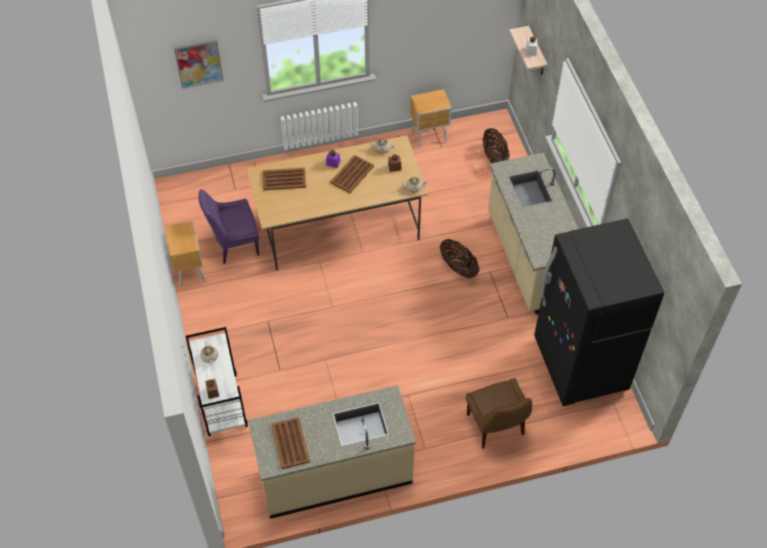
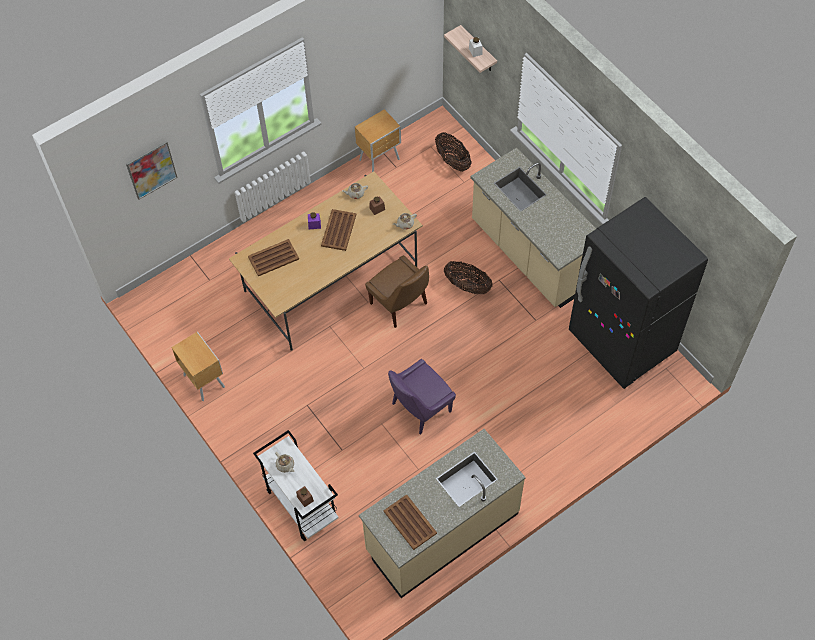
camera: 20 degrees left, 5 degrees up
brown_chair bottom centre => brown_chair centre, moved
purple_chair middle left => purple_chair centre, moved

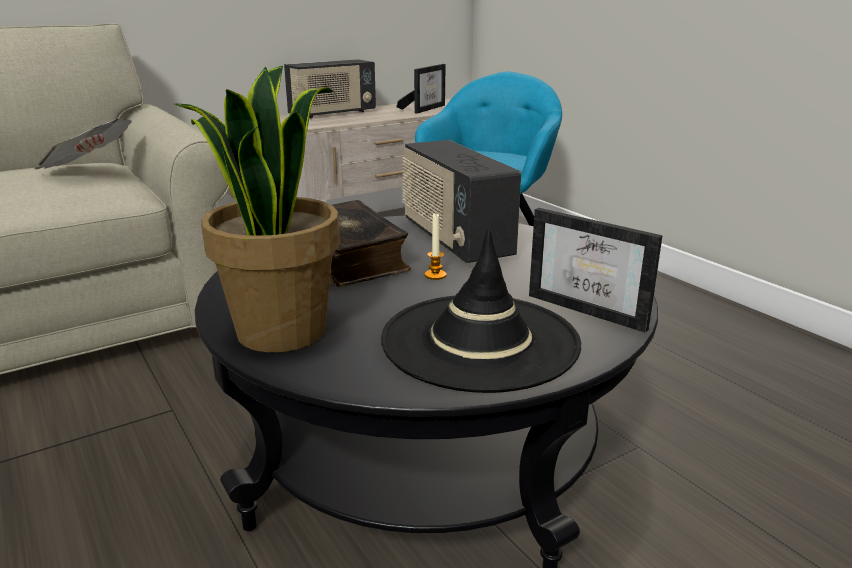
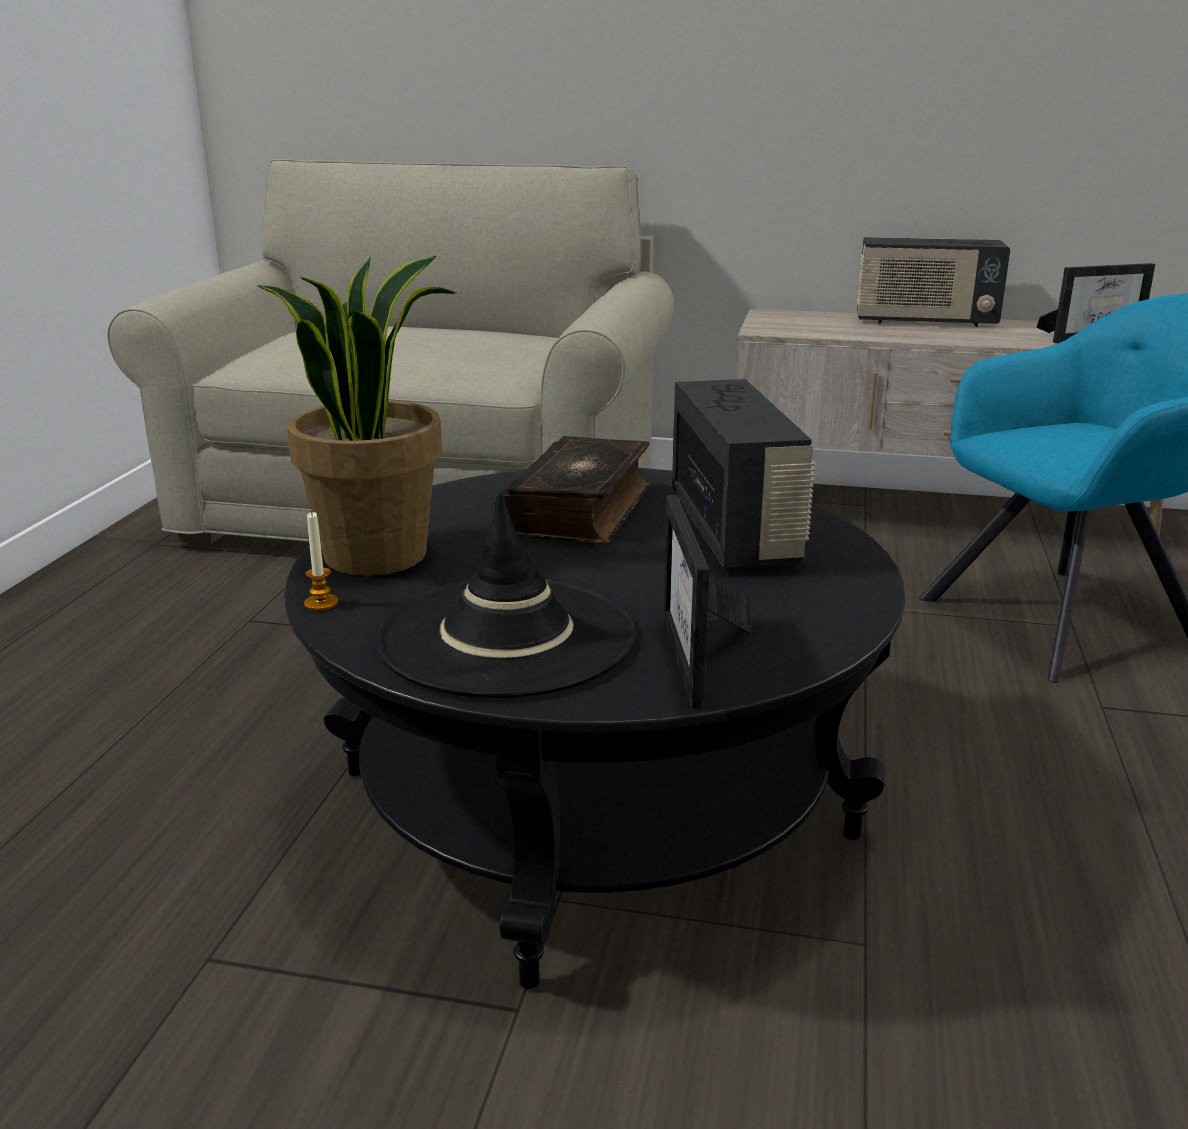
camera: 45 degrees right, 0 degrees up
candle centre => candle middle left, moved
radio (2nd from left in the first image) centre => radio (1st from left) centre, 150 degrees clockwise
newspaper top left => nothing

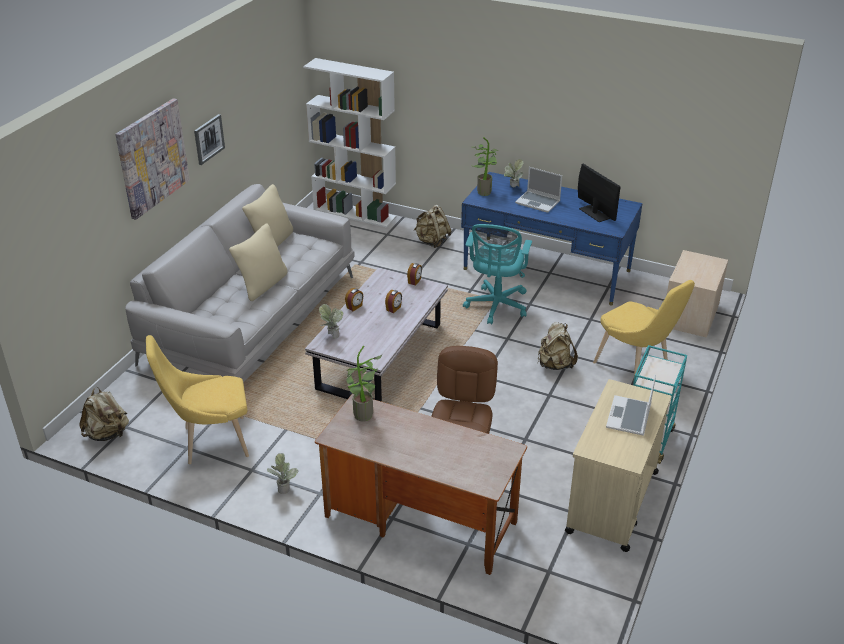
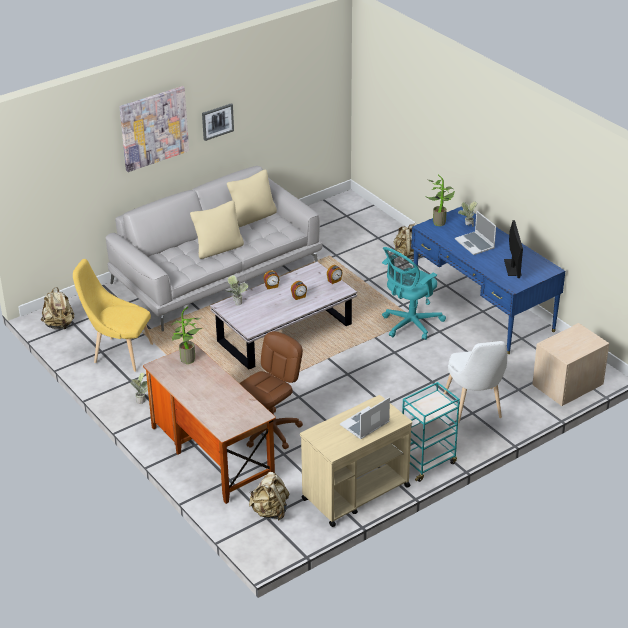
camera: 30 degrees right, 0 degrees up
beige_backpack (3rd from left in the first image) centre => beige_backpack (2nd from left) bottom centre, moved
yellow_chair (2nd from left) middle right => white_chair middle right
white_bookcase top centre => nothing

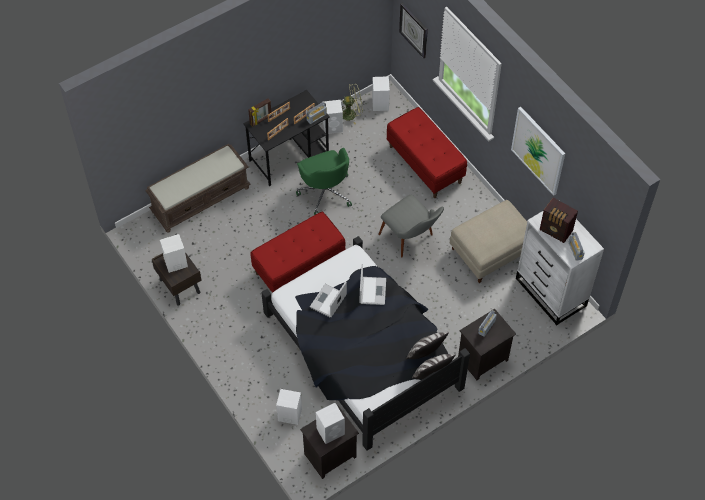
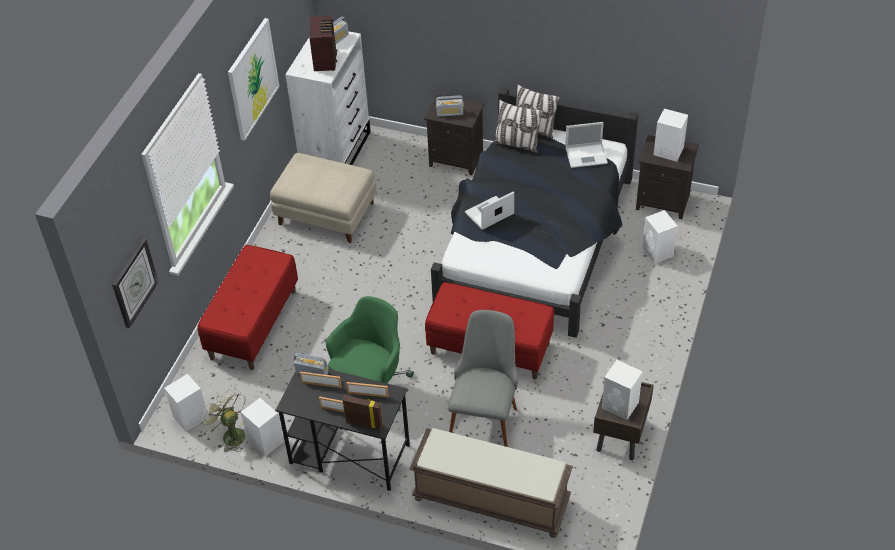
camera: 125 degrees left, 10 degrees down
grey_chair centre => grey_chair bottom centre, moved
laptop (1st from left in the first image) centre => laptop (2nd from left) top centre, moved

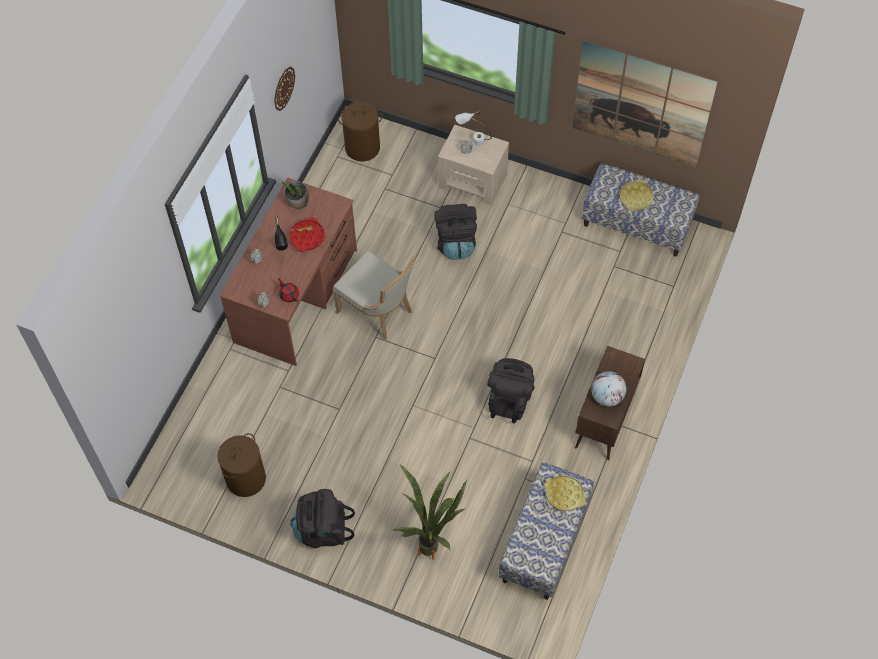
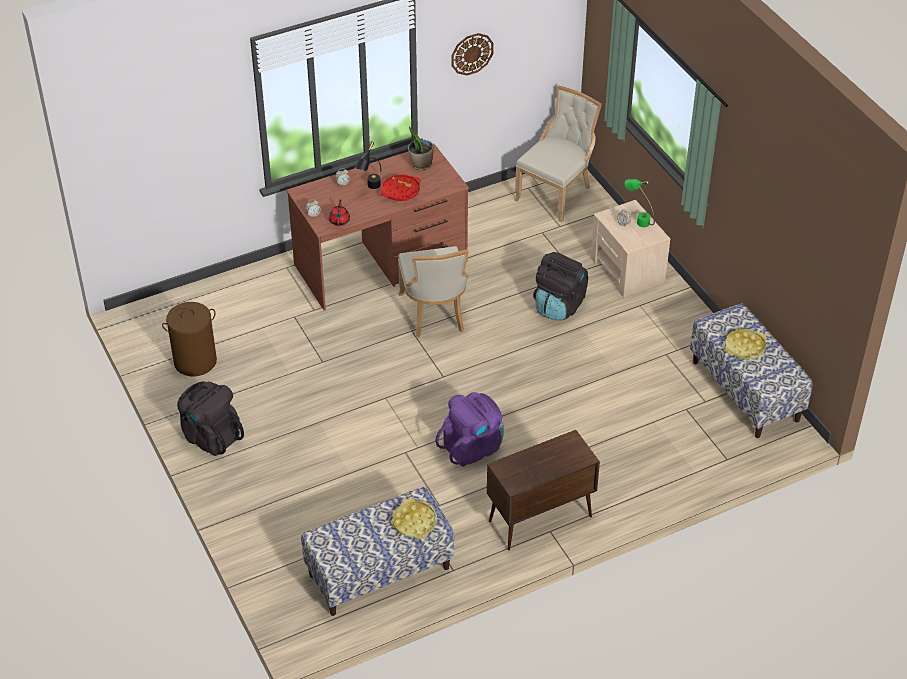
camera: 40 degrees right, 15 degrees down
black_backpack (3rd from left) centre => purple_backpack centre
brown_laundry_basket (2nd from left) top centre => beige_chair (2nd from left) top centre
white_table_lamp top centre => green_table_lamp top right
potted_plant (2nd from left) bottom centre => nothing
picture top right => nothing
globe middle right => nothing

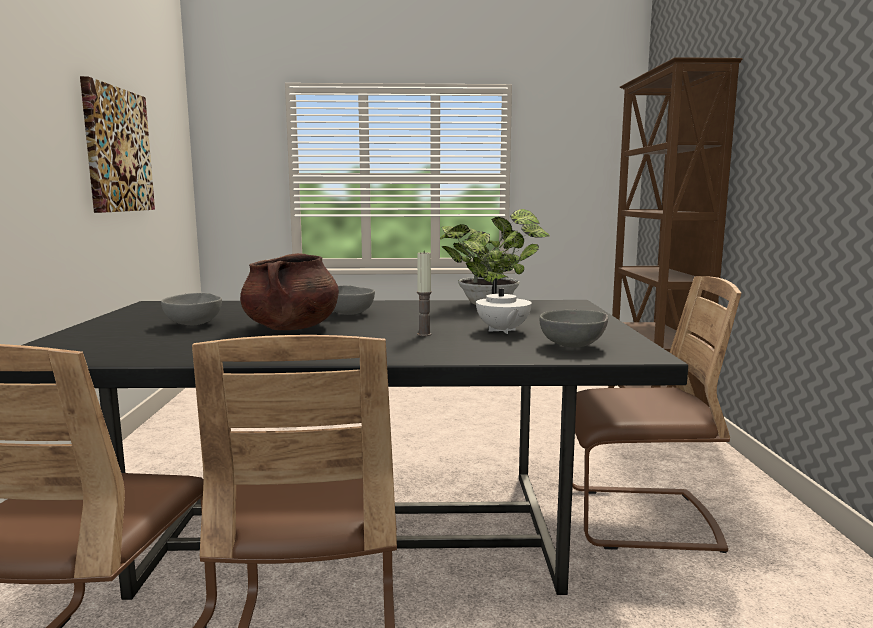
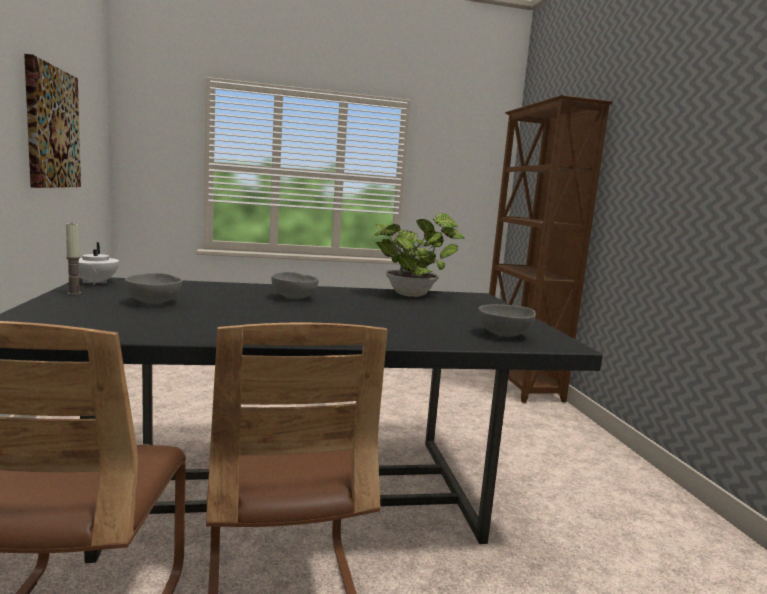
camera: 10 degrees left, 0 degrees up
candle centre => candle middle left, moved
white_teapot centre => white_teapot middle left, moved
brown_cooking_pot middle left => nothing
brown_chair (3rd from left) middle right => nothing

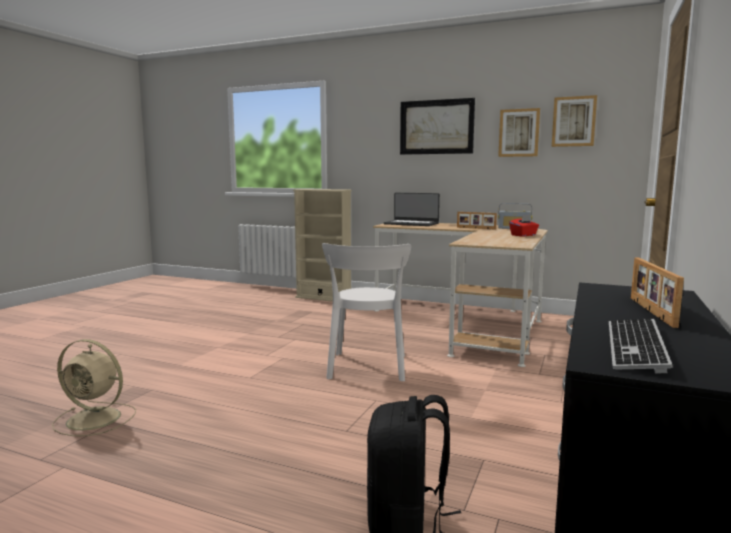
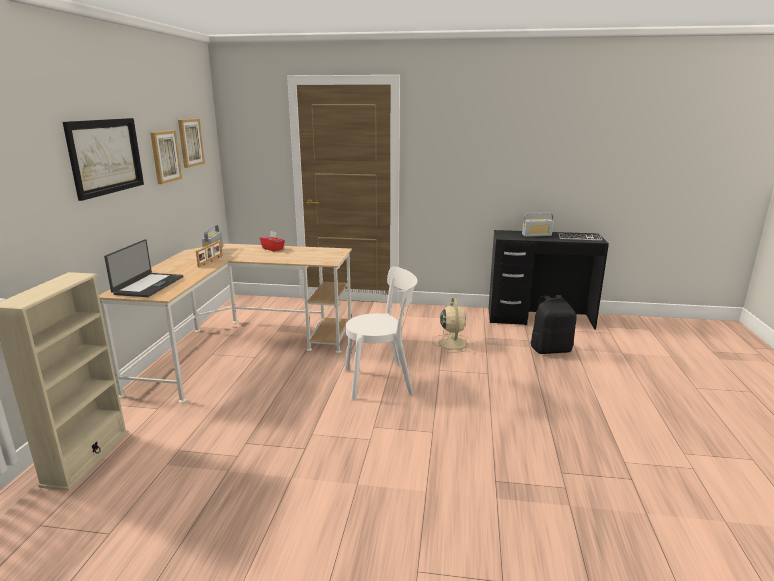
camera: 105 degrees left, 10 degrees up
beige_fan bottom left => beige_fan centre, moved
picture_frame (2nd from left) middle right => radio (2nd from left) middle right

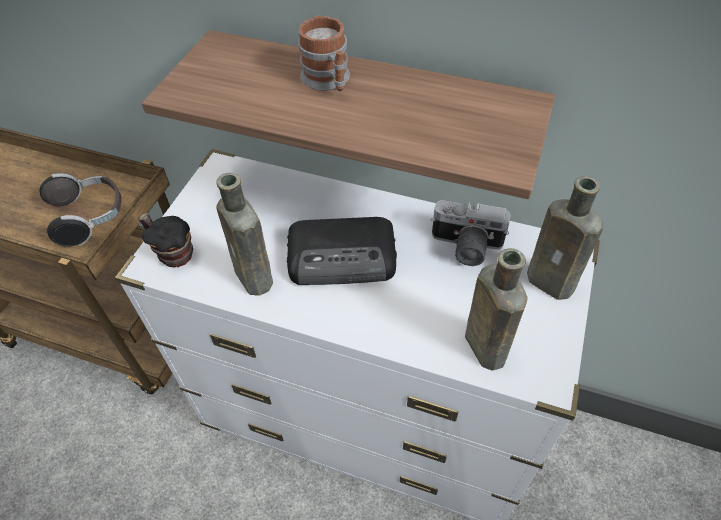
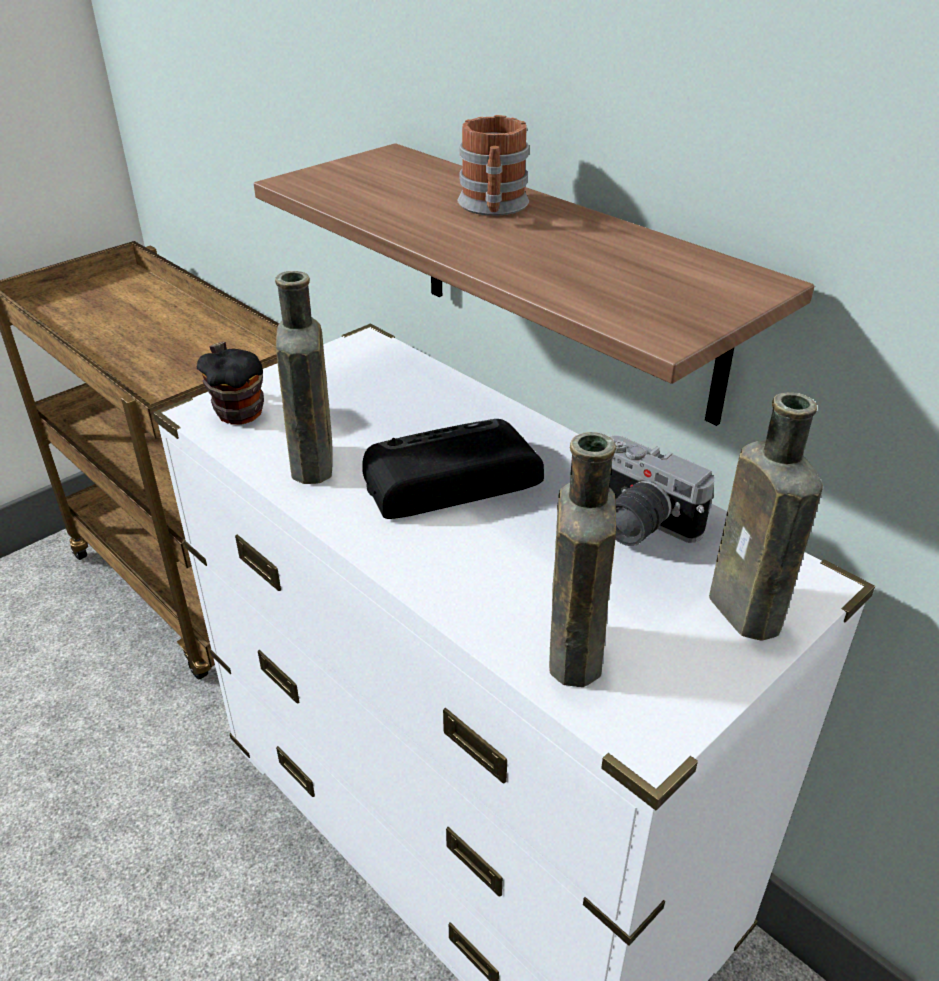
camera: 25 degrees right, 15 degrees down
radio centre, 135 degrees clockwise
headphones middle left => nothing

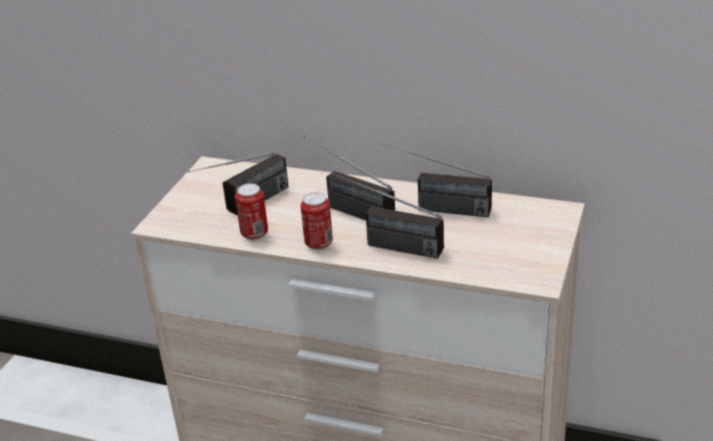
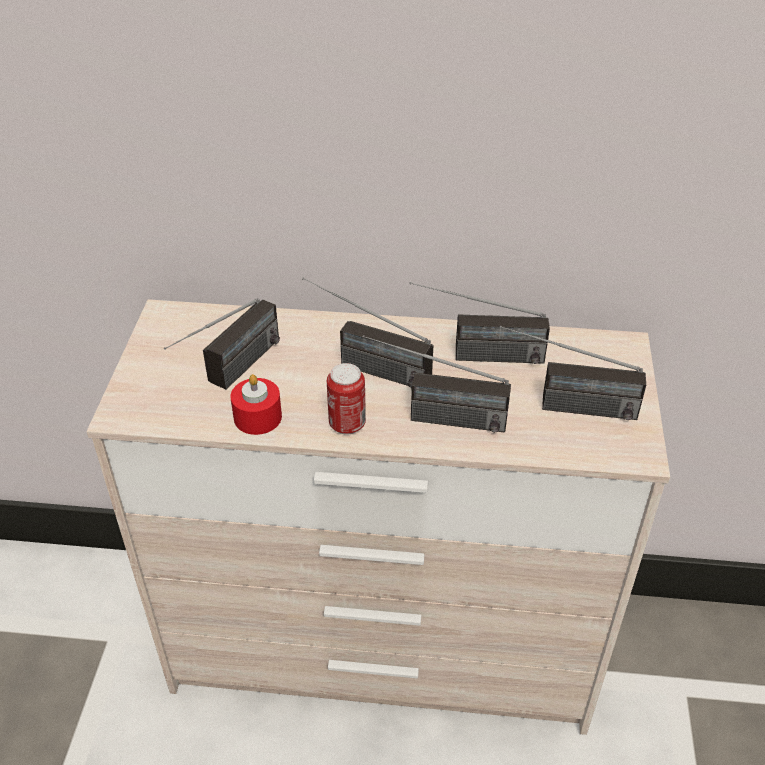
camera: 15 degrees left, 10 degrees up
can (1st from left) centre => red_candle centre
nothing => radio (5th from left) middle right

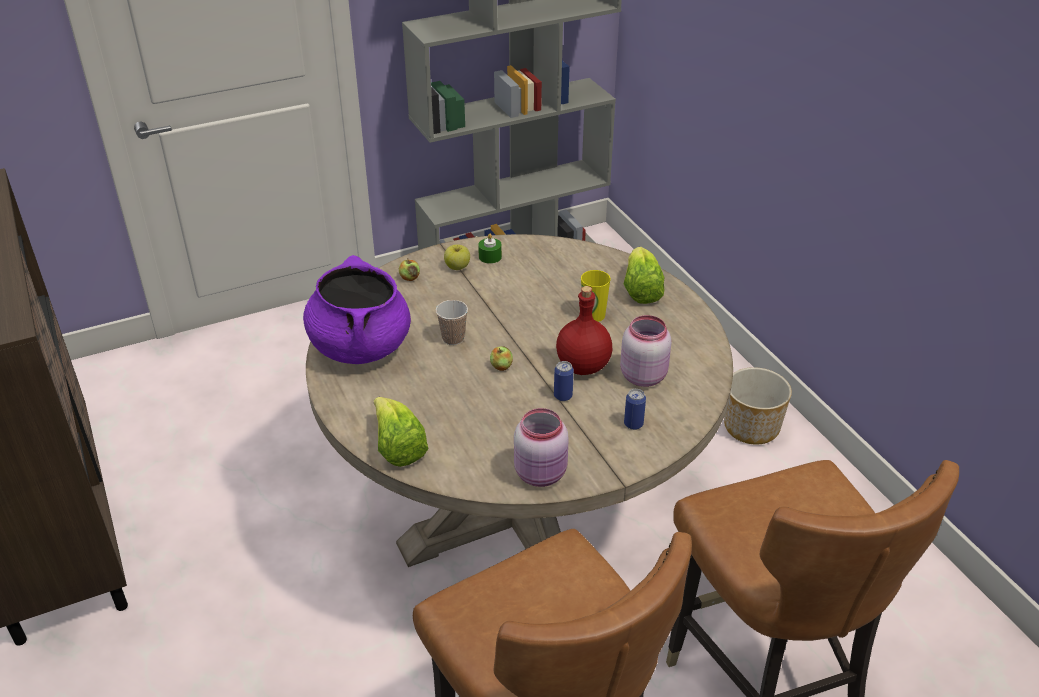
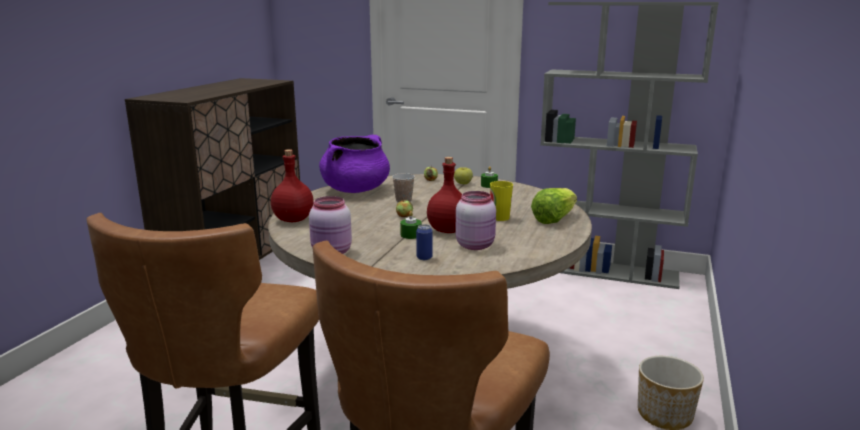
camera: 45 degrees right, 20 degrees down
lettuce (1st from left) centre => red_bottle (1st from left) centre
can (1st from left) centre => green_candle (1st from left) centre

